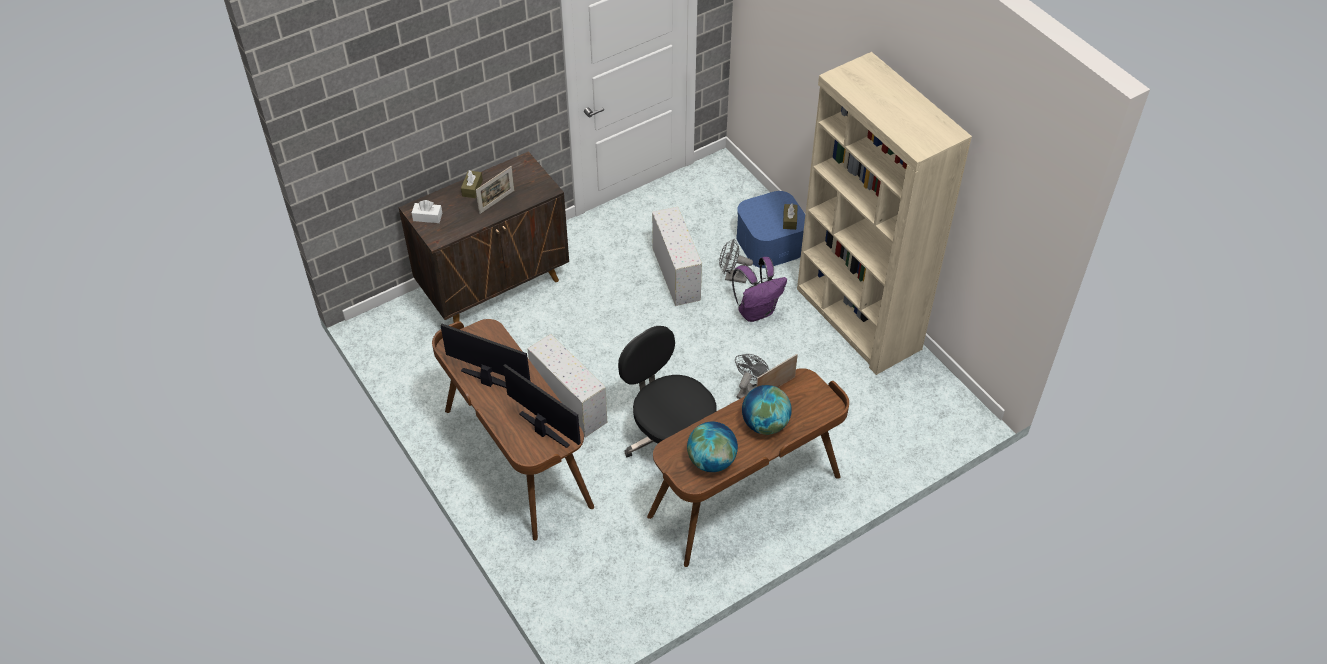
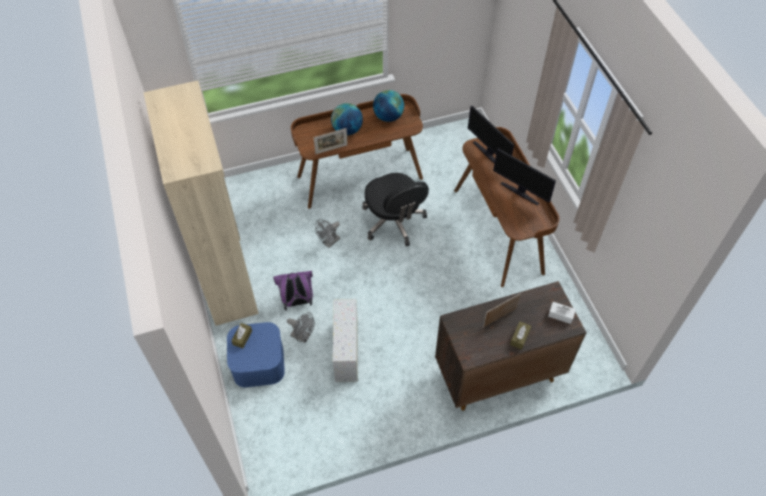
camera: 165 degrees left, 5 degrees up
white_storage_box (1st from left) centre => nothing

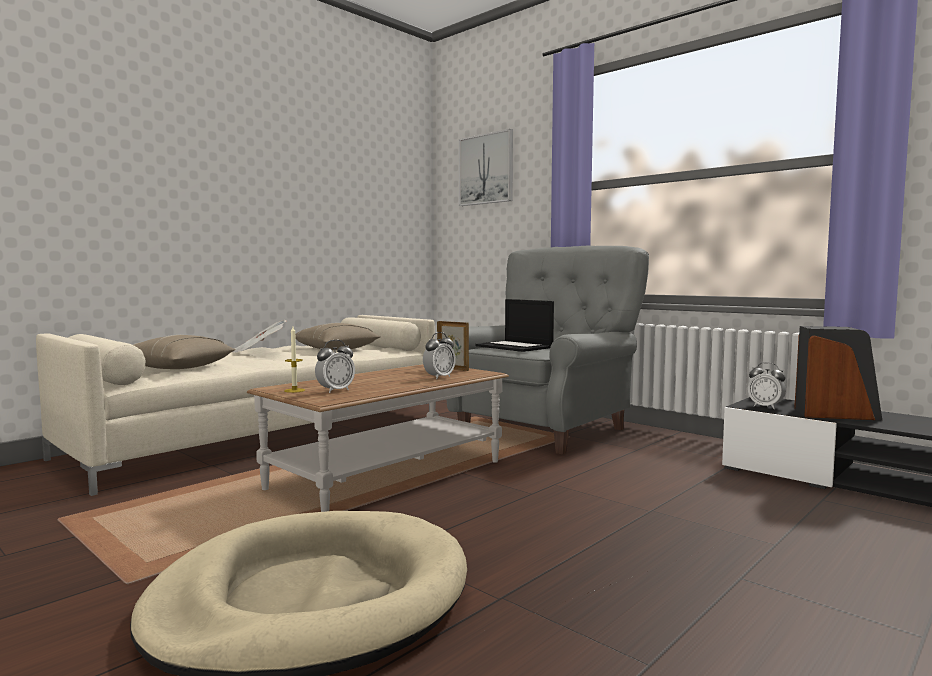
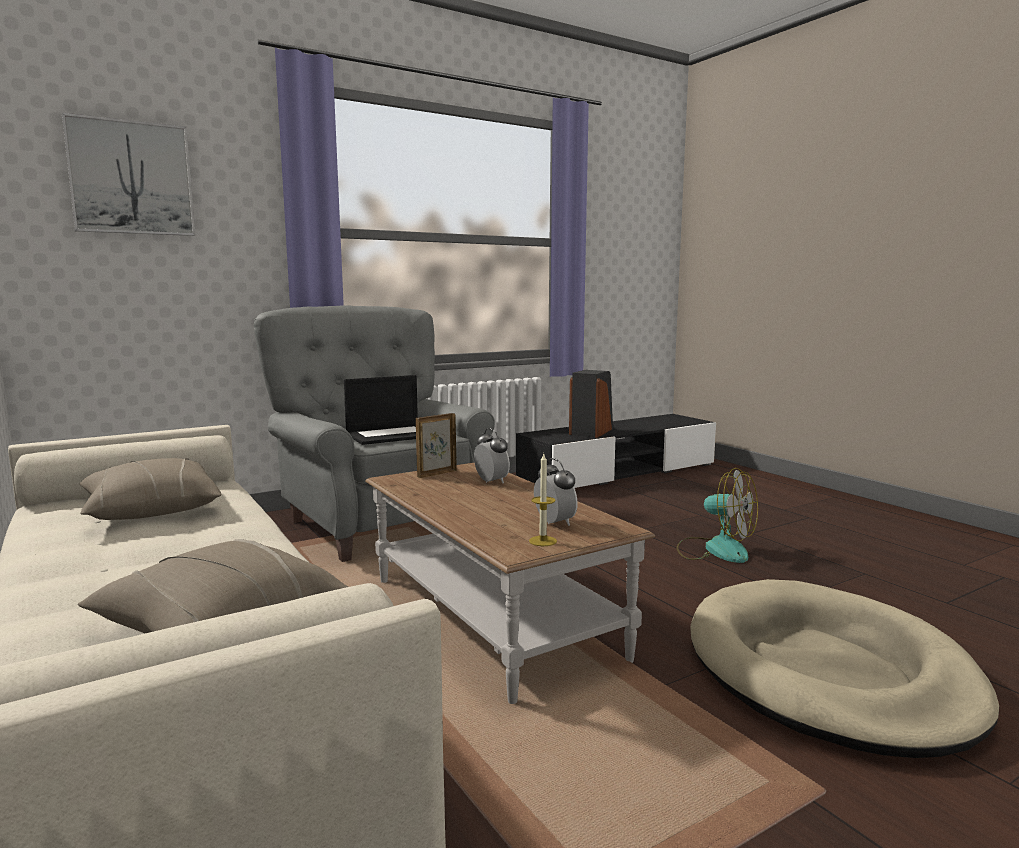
camera: 75 degrees left, 5 degrees up
nothing => fan middle right
newspaper middle left => nothing
alarm_clock (3rd from left) middle right => nothing

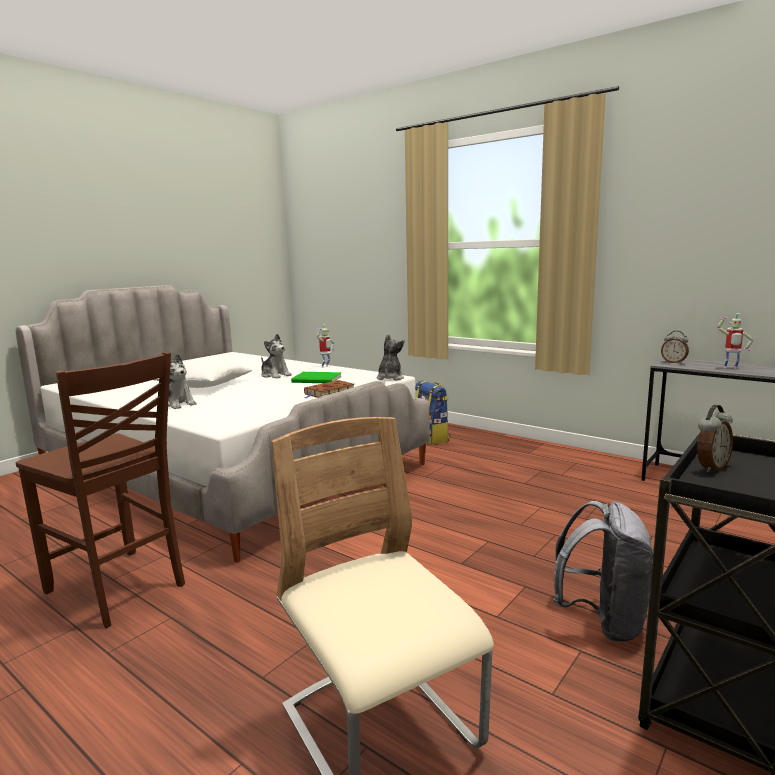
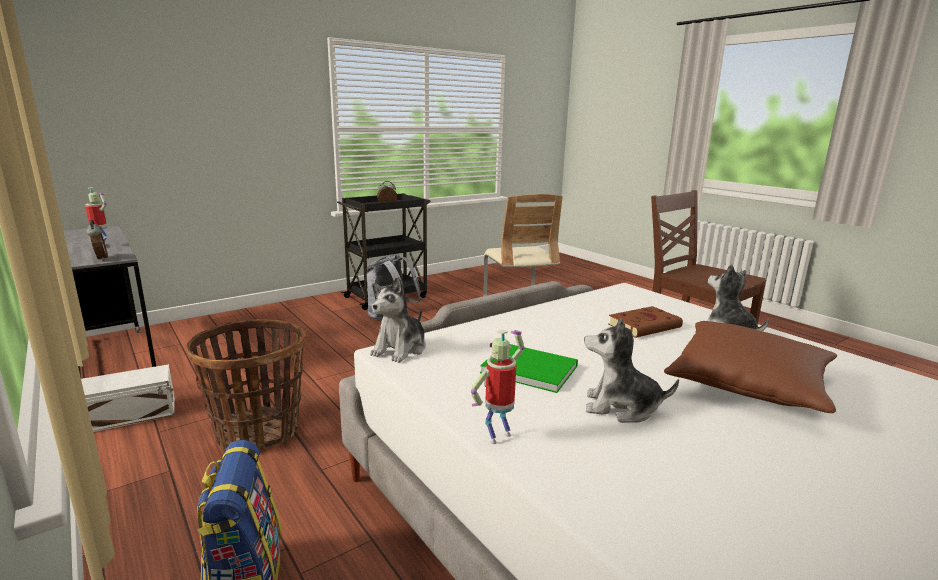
camera: 165 degrees left, 5 degrees up
nothing => white_storage_box bottom left
nothing => basket middle left
plush_toy (2nd from left) centre => plush_toy (2nd from left) middle right, 45 degrees counterclockwise
brown_book centre => brown_book middle right, moved
white_pillow middle left => brown_pillow middle right

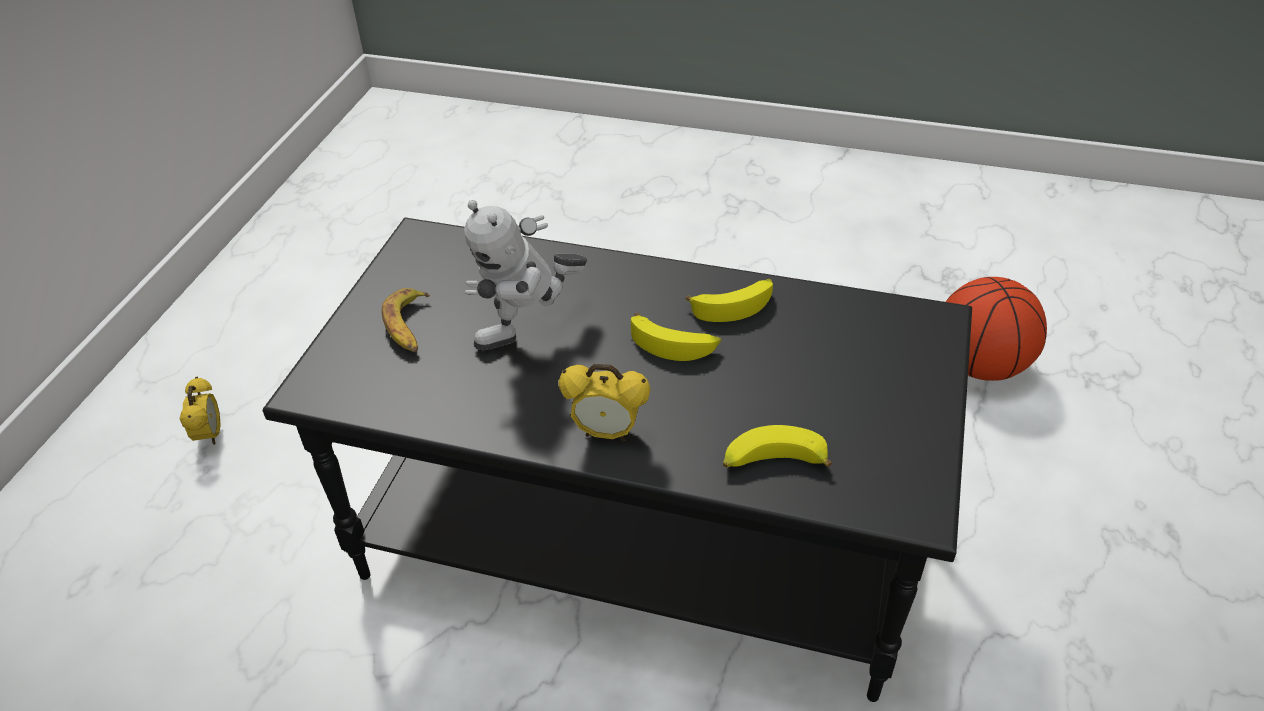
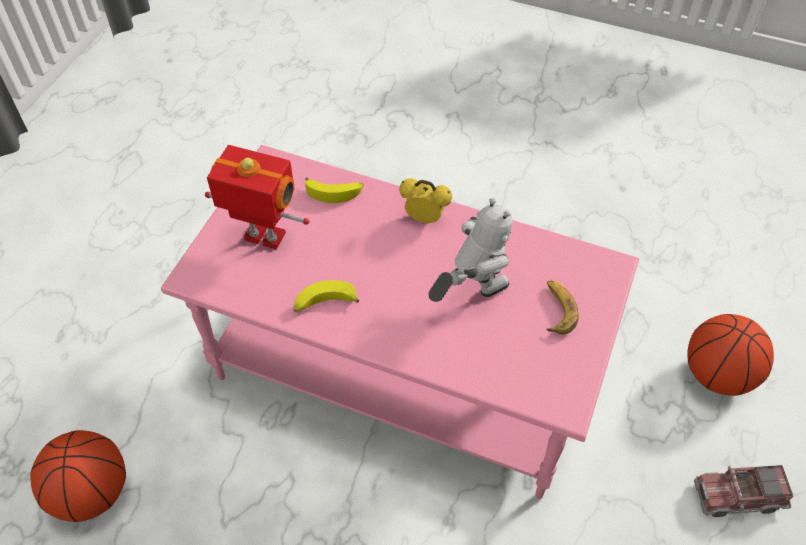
camera: 175 degrees left, 10 degrees up
black_coffee_table centre => pink_coffee_table centre
nothing => toy_robot (1st from left) middle left
nothing => basketball (2nd from left) middle right
alarm_clock (1st from left) middle left => toy_truck bottom right
banana (2nd from left) centre => nothing

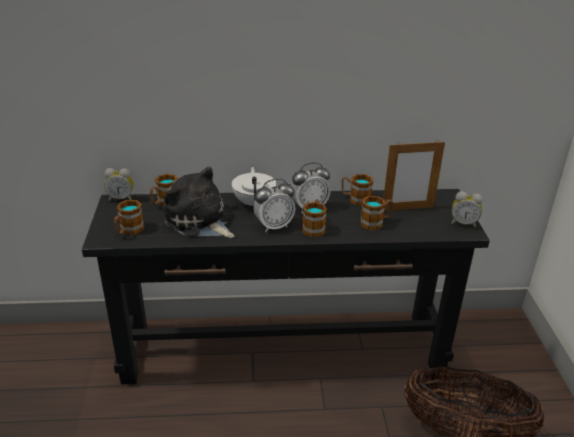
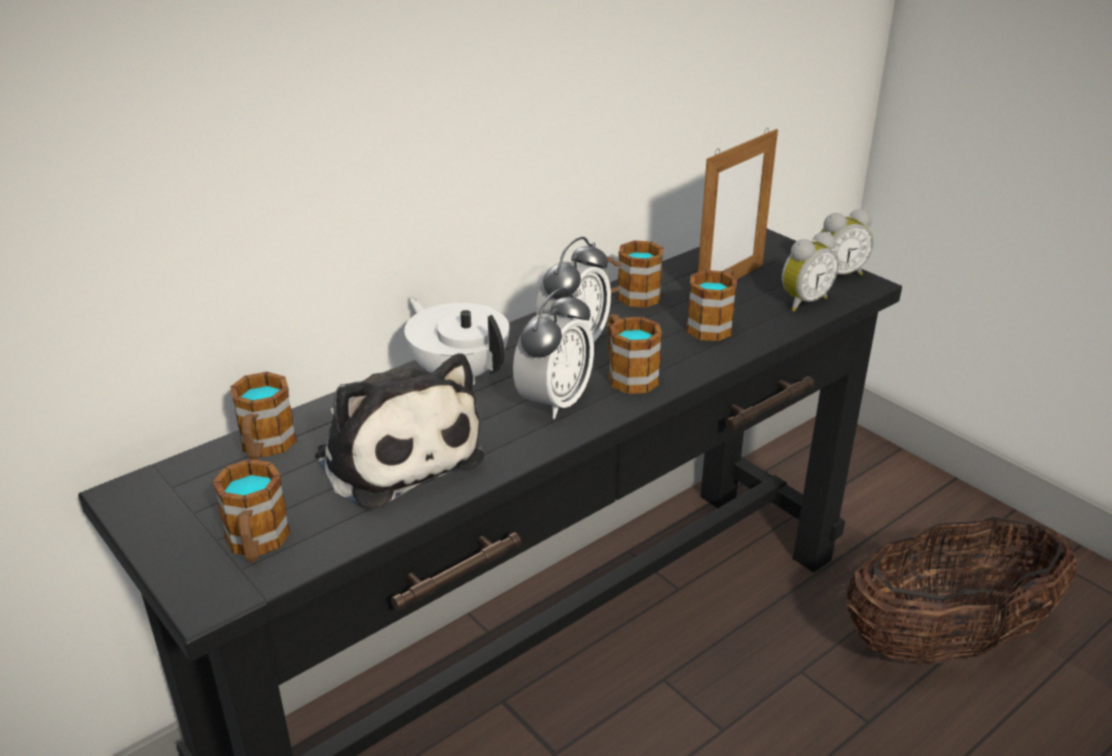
camera: 35 degrees left, 0 degrees up
plush_toy centre, 135 degrees counterclockwise
alarm_clock (1st from left in the first image) middle left => alarm_clock (3rd from left) middle right, moved

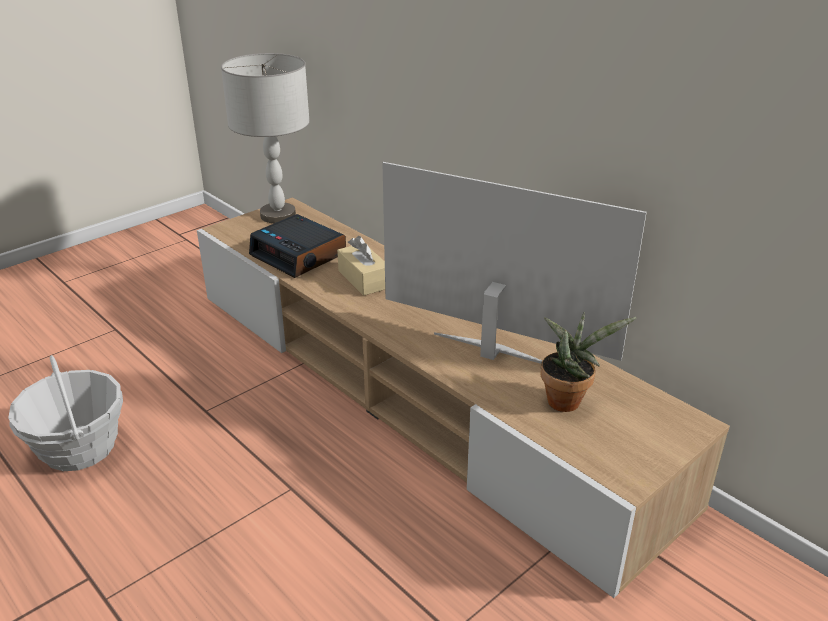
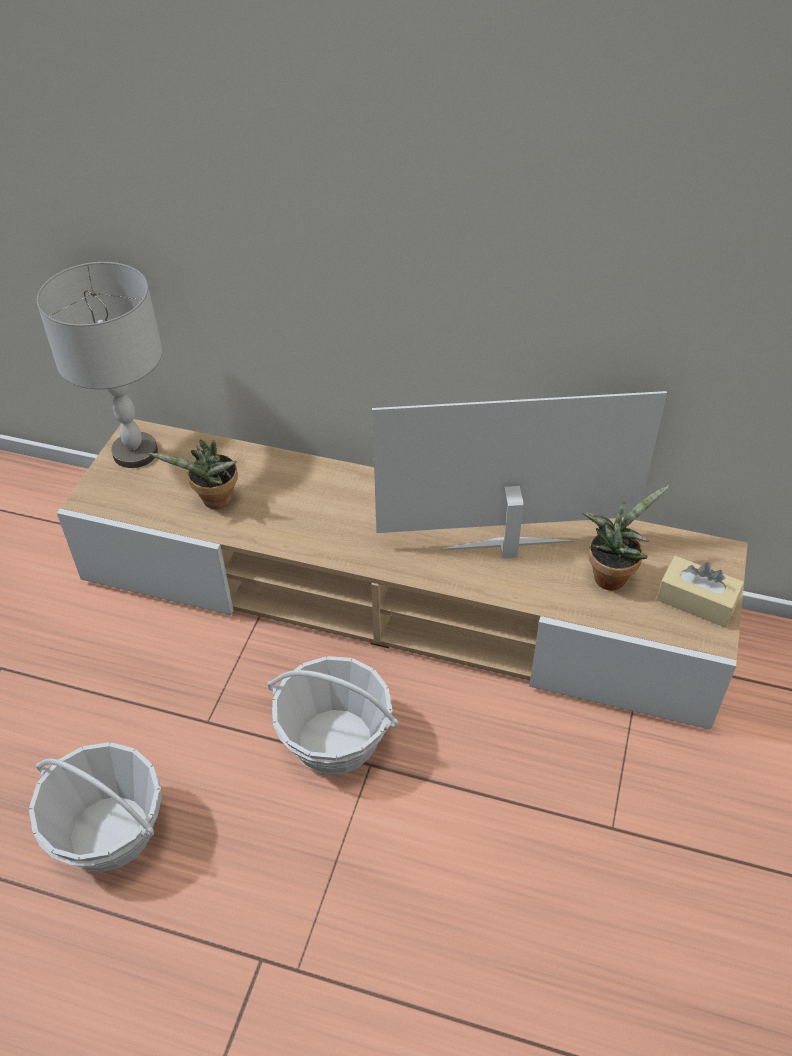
camera: 30 degrees left, 15 degrees up
alarm_clock centre => potted_plant (1st from left) middle left
nothing => basket (2nd from left) bottom centre
beige_tissue_box centre => beige_tissue_box middle right, moved

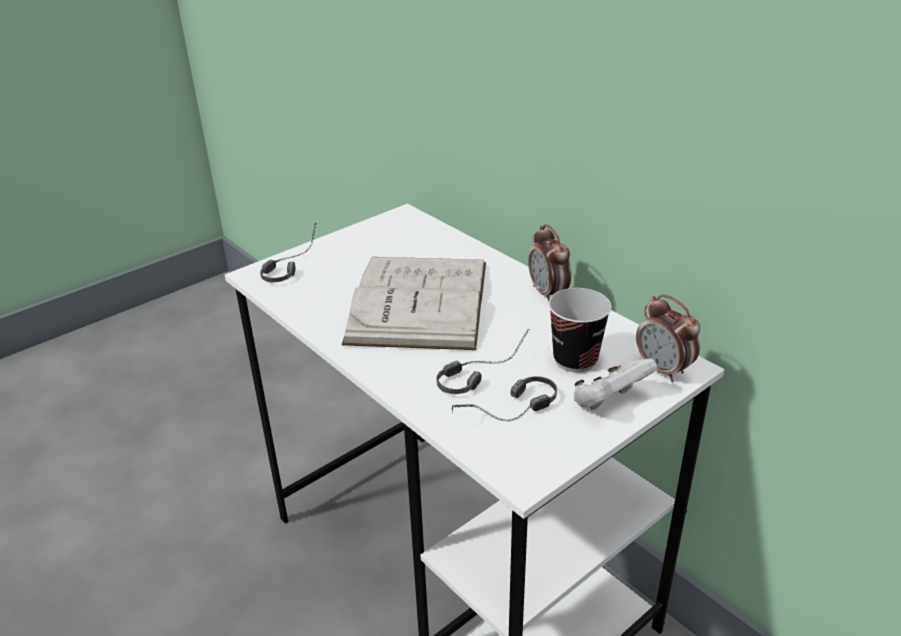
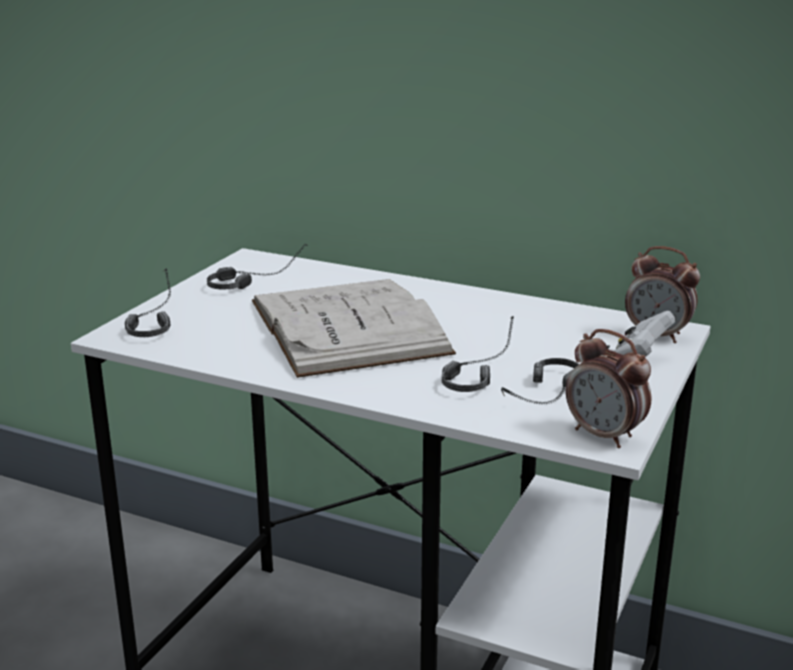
camera: 25 degrees left, 10 degrees down
nothing => headphones (2nd from left) middle left
alarm_clock (1st from left) centre => alarm_clock (1st from left) middle right, moved
cup centre => nothing

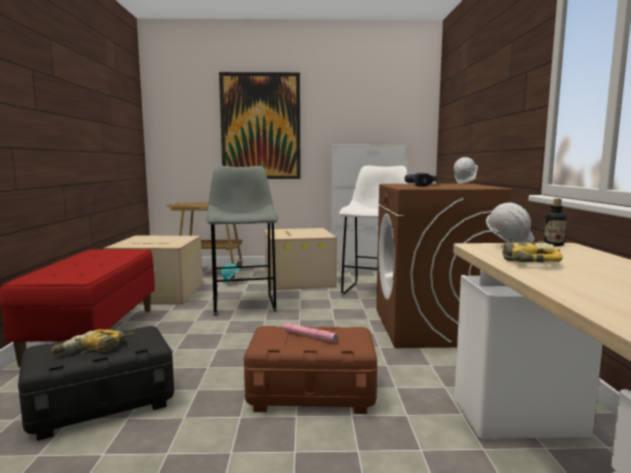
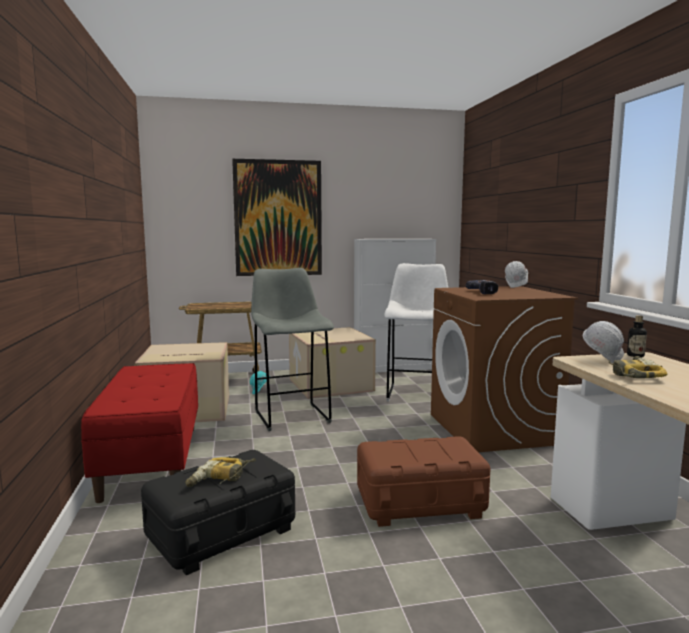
camera: 10 degrees left, 0 degrees up
pink_flashlight bottom centre => nothing

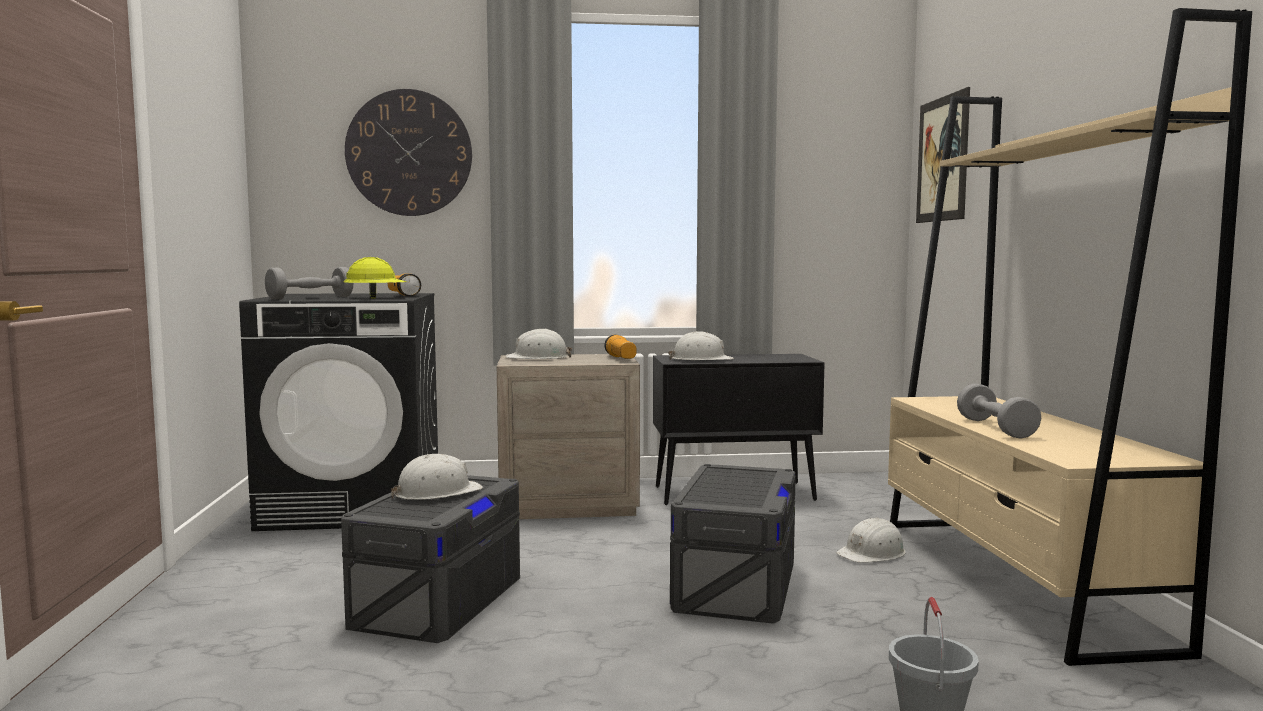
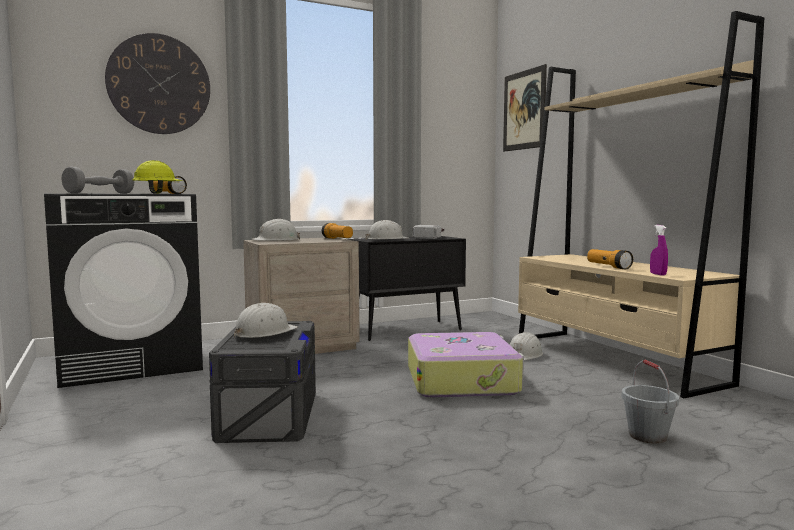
camera: 20 degrees left, 0 degrees up
grey_storage_box (2nd from left) bottom centre => suitcase bottom centre
nothing => hammer centre
grey_dumbbell (2nd from left) middle right => flashlight (3rd from left) middle right
nothing => purple_spray_bottle middle right

